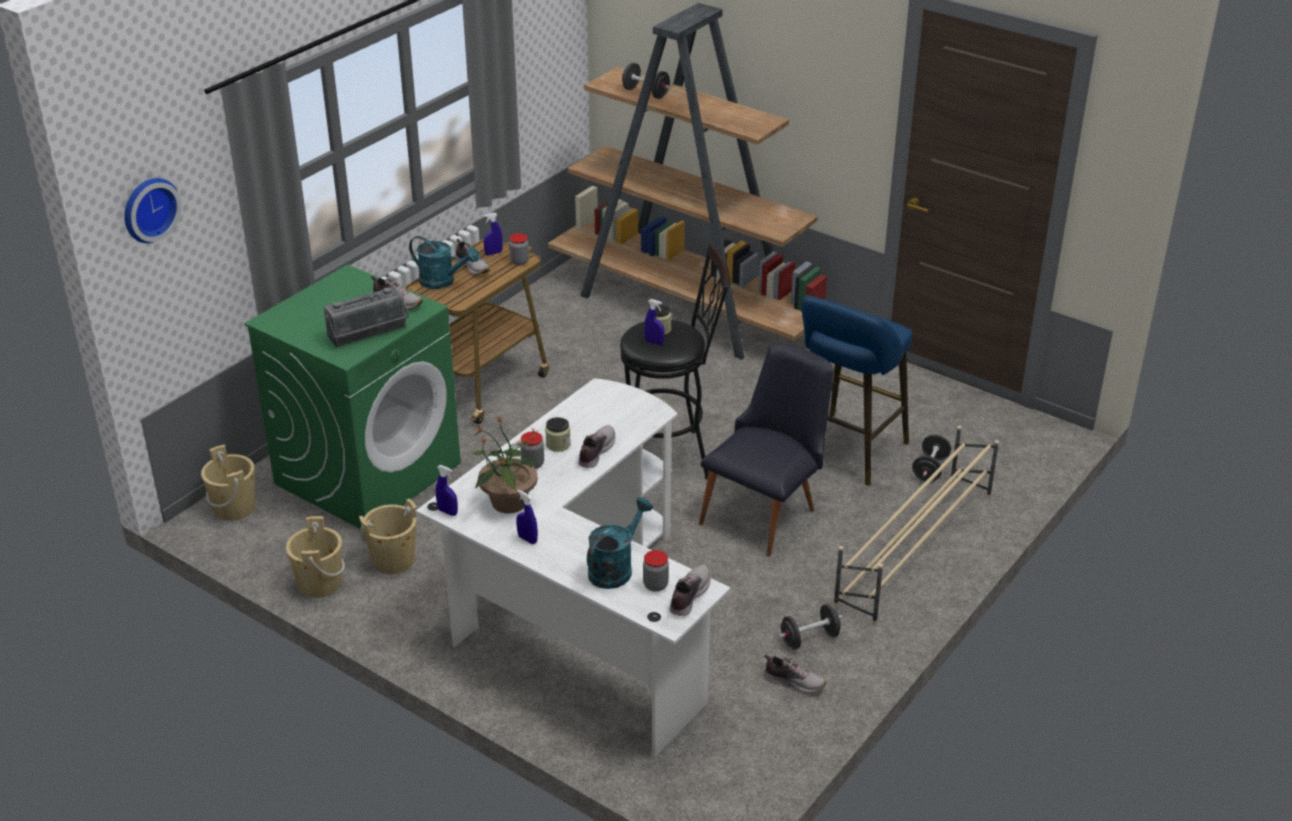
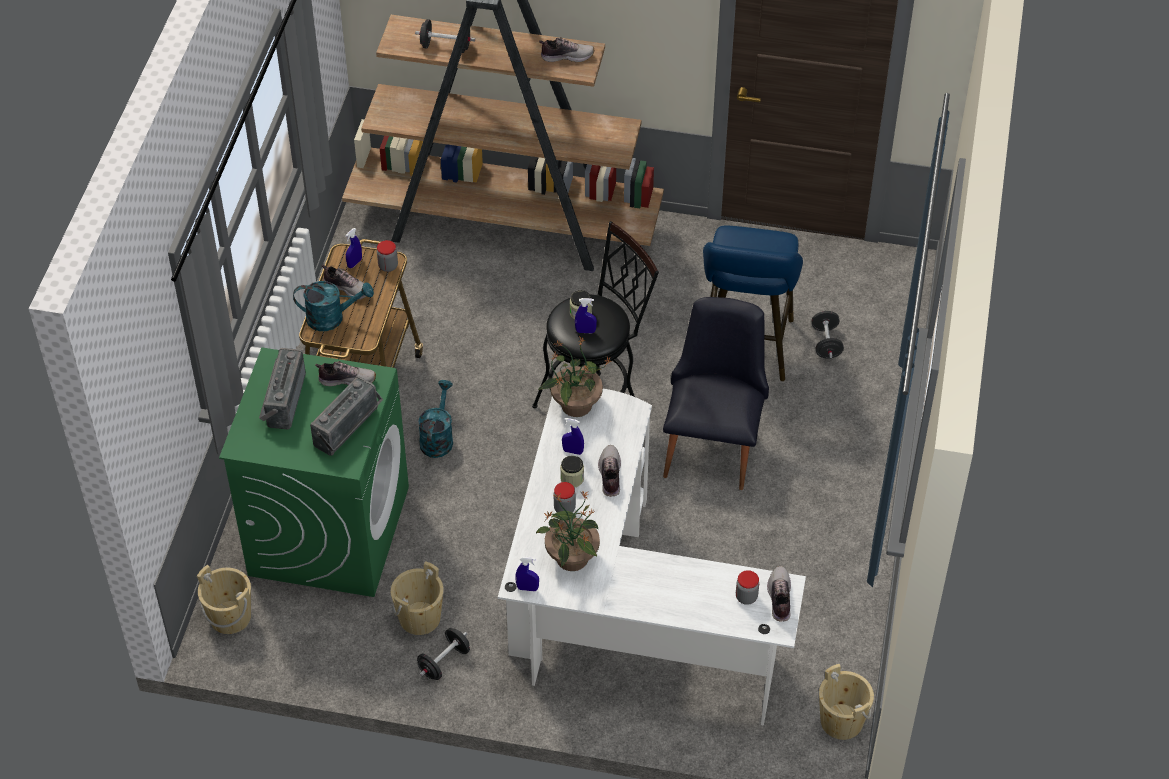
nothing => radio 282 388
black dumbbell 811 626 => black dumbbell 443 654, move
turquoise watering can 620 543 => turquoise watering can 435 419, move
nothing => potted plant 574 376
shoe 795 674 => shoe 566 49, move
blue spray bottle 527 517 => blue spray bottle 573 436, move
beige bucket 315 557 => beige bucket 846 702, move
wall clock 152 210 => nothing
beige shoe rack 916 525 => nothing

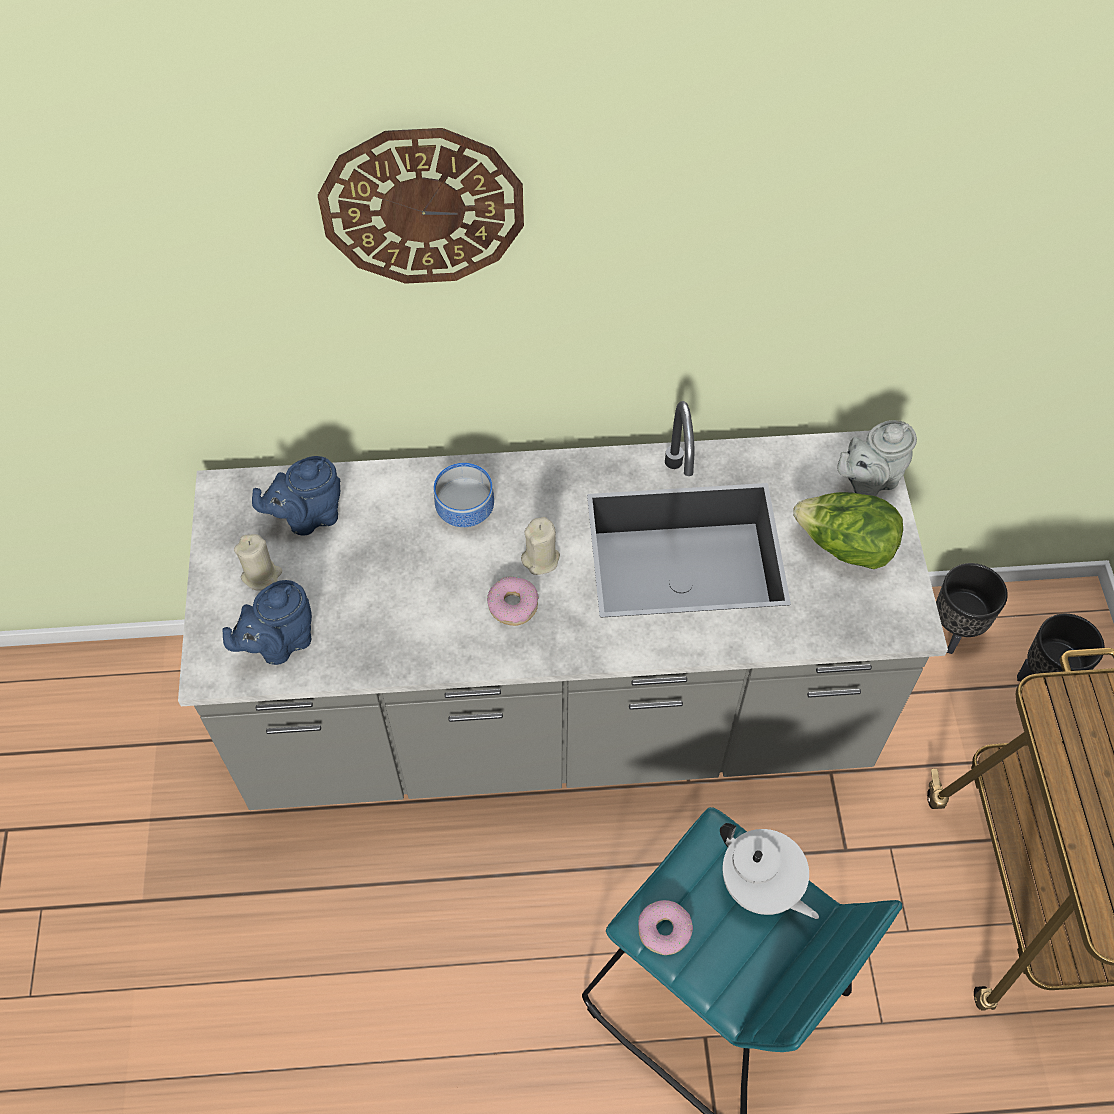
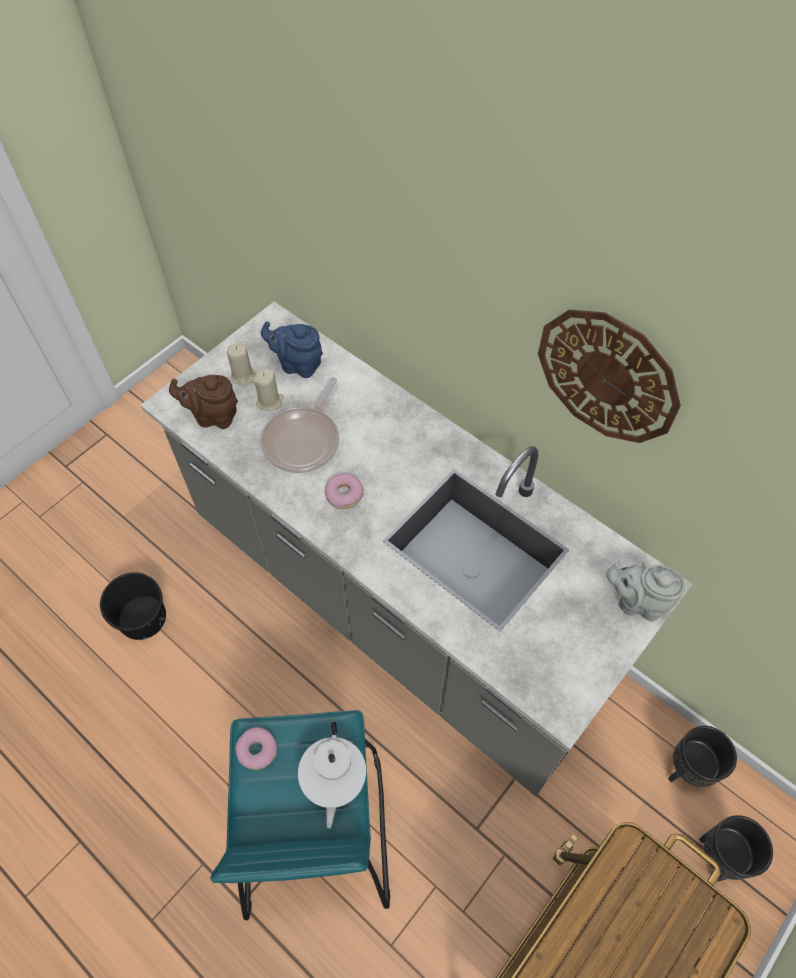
nothing => black bucket 133 606
blue teapot 267 622 => brown teapot 203 402
beige candle 540 546 => beige candle 268 390, move
nothing => frying pan 300 425
wall clock 421 206 => wall clock 609 376, move
bowl 464 495 => nothing
lettuce 848 530 => nothing

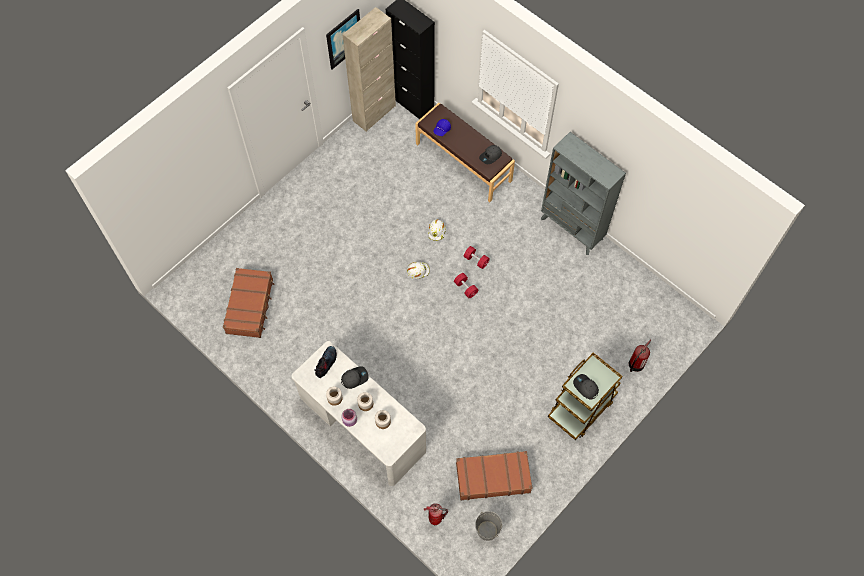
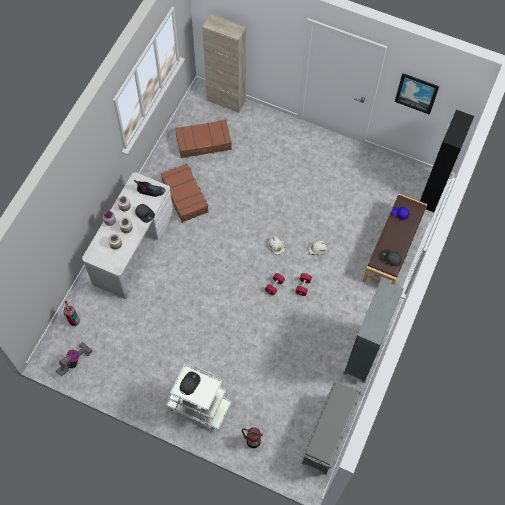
grey bucket 488 526 => vacuum cleaner 74 359
brown suitcase 494 475 => brown suitcase 185 193, move
brown cart 585 396 => white cart 199 397
beige cabinet 369 69 => beige cabinet 224 63, move
nothing => grey shoe rack 332 427

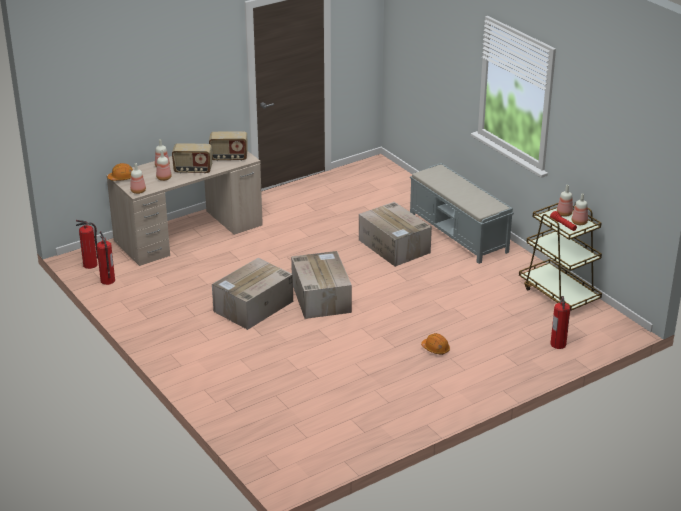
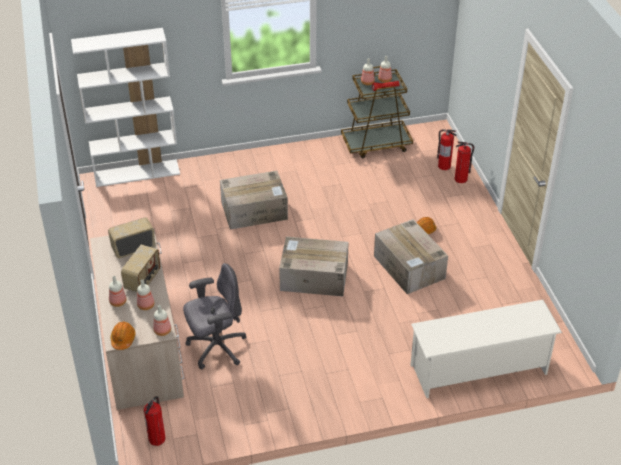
nothing => white bookcase 125 107
radio 228 146 => radio 131 238, 135 degrees counterclockwise
nothing => grey office chair 214 316
cardboard box 252 294 => cardboard box 411 256, move
nothing => white shoe rack 486 349
fire extinguisher 106 258 => fire extinguisher 464 162, move
grey bench 462 213 => nothing

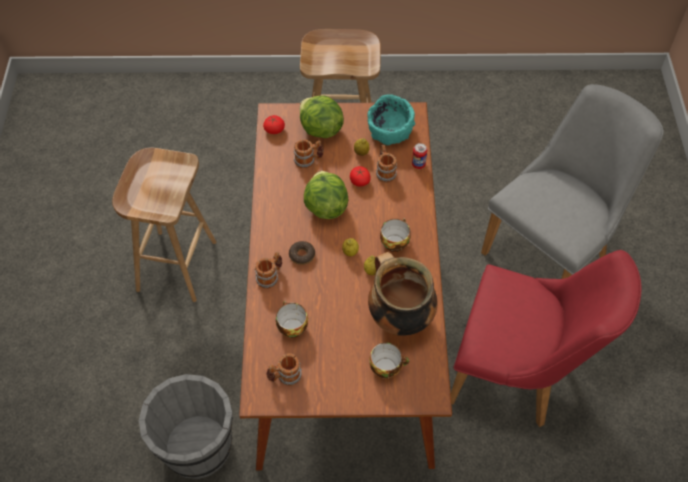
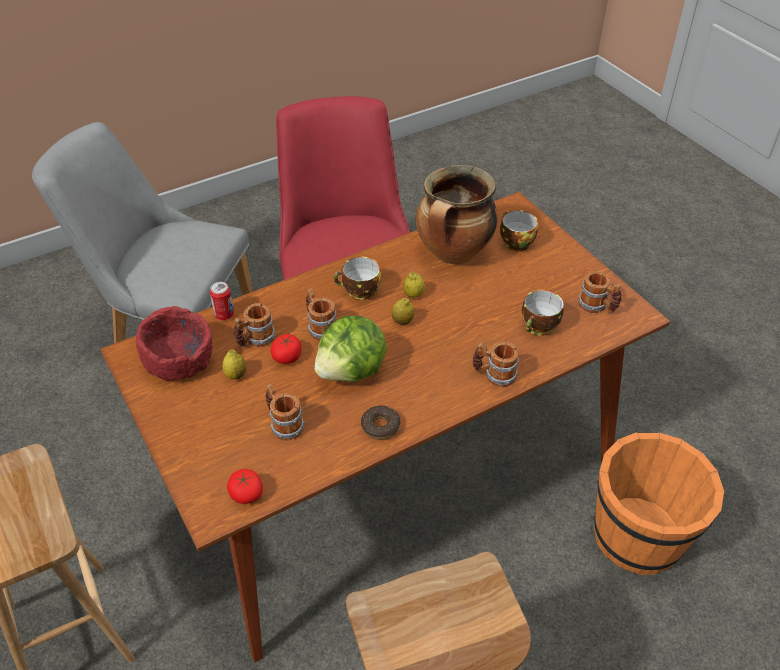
turquoise bowl 391 119 => red bowl 174 343
nothing => mug 321 314
donut 302 253 => donut 380 423, move
grey bucket 185 426 => orange bucket 659 503
lettuce 322 116 => nothing

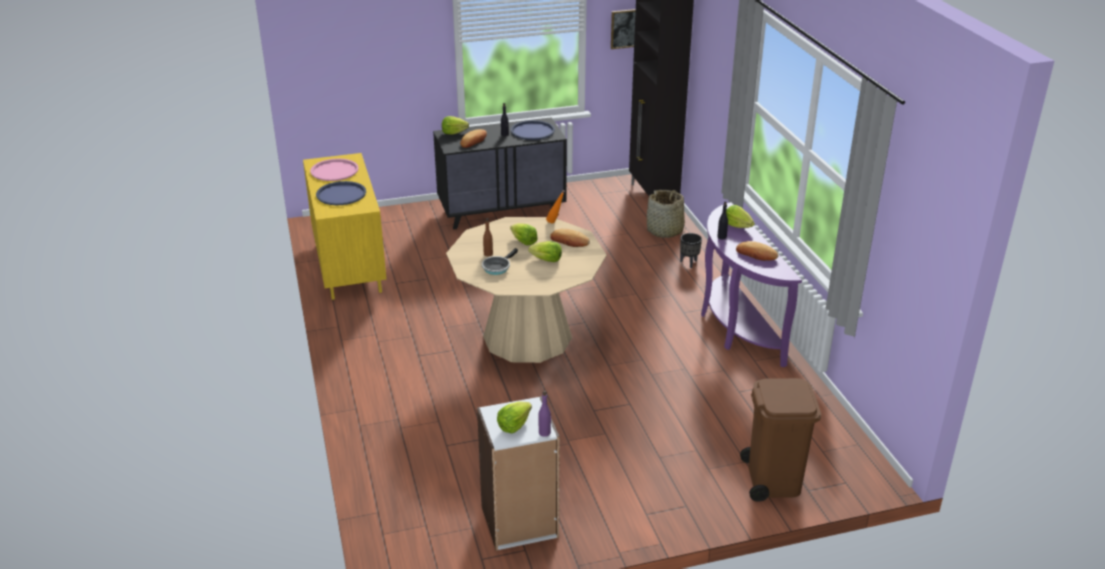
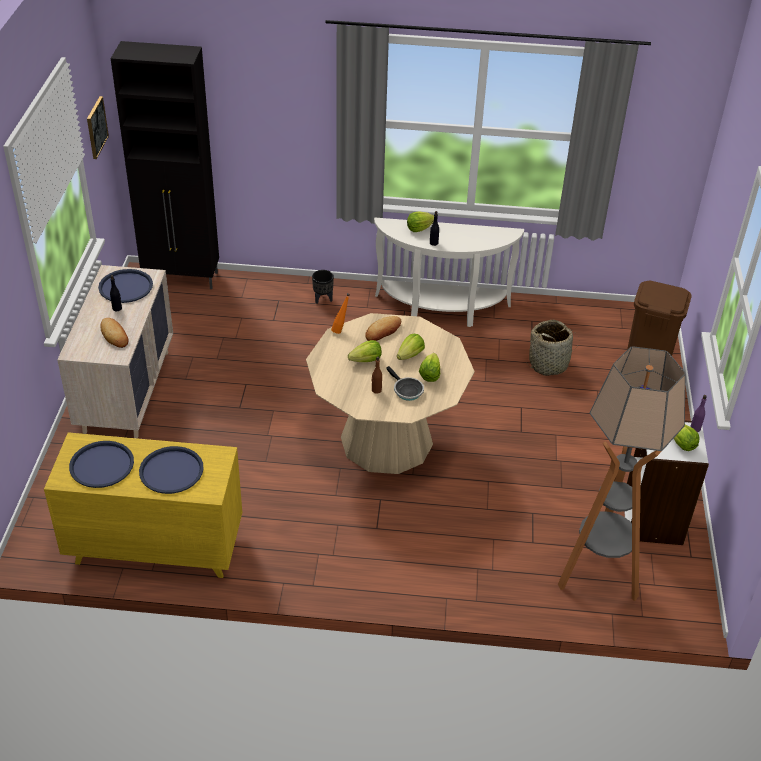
black dresser 500 173 => beige dresser 115 351
pink tray 334 170 => blue tray 101 464
purple console table 751 284 => white console table 449 272
lettuce 455 125 => lettuce 429 367, move
basket 666 214 => basket 552 348, move
nothing => floor lamp 622 473
bread 757 251 => nothing

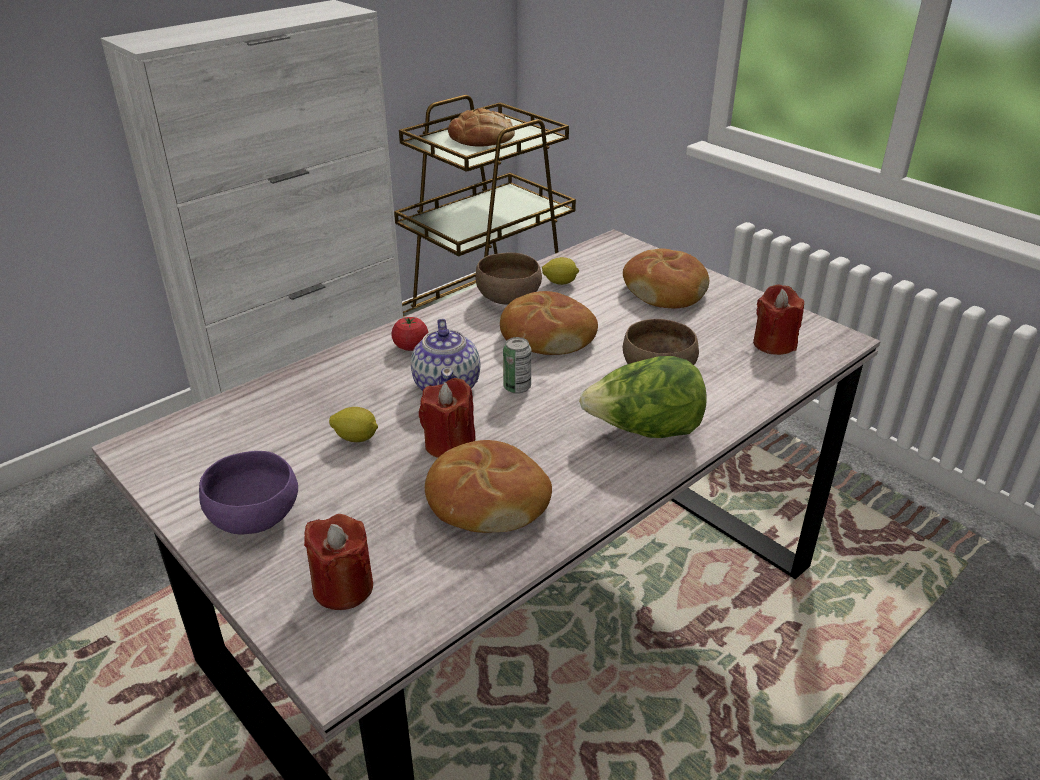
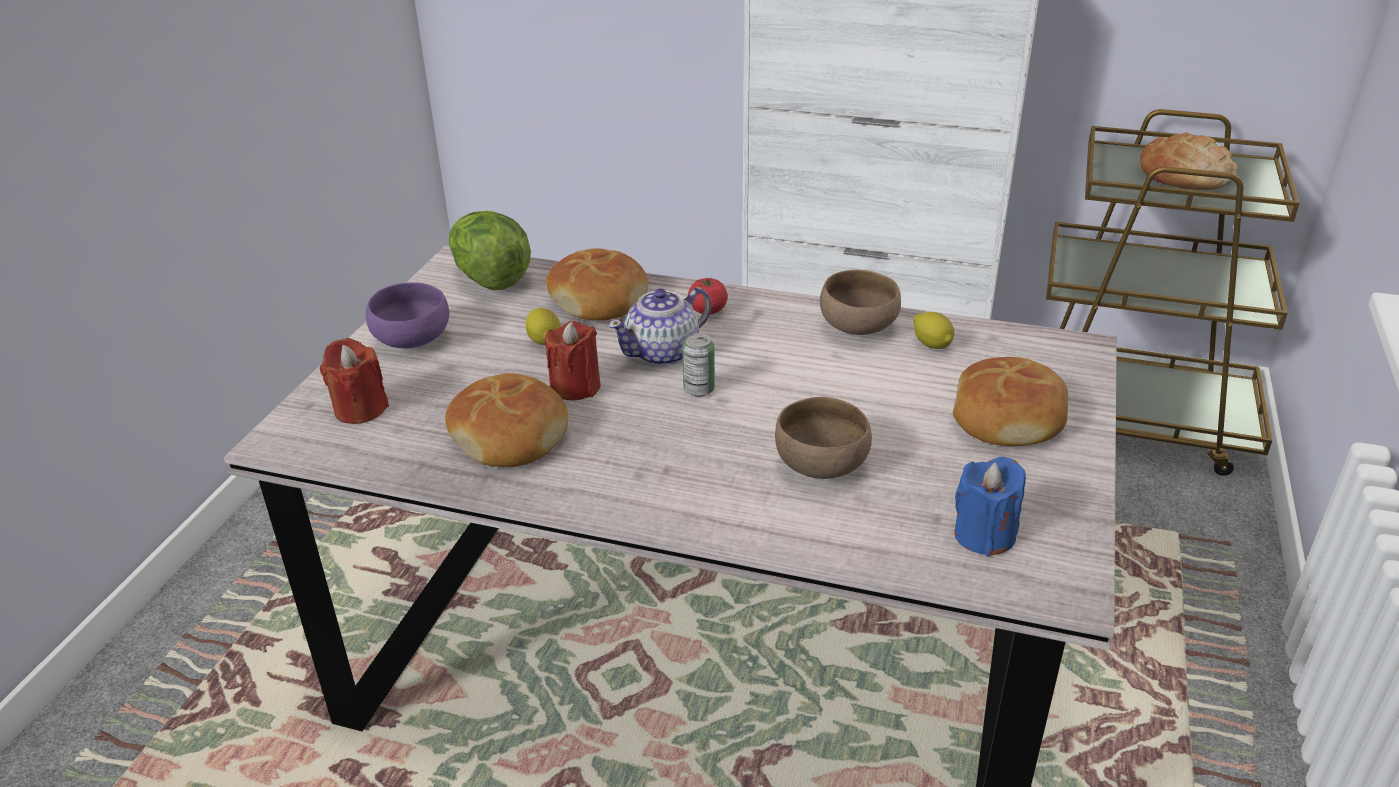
lettuce 643 397 => lettuce 490 250, move
bread 549 323 => bread 597 284, move
red candle 778 319 => blue candle 990 507

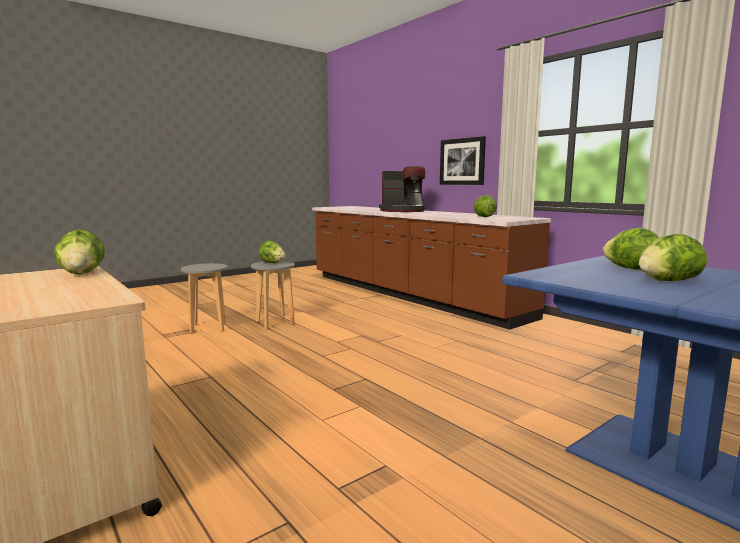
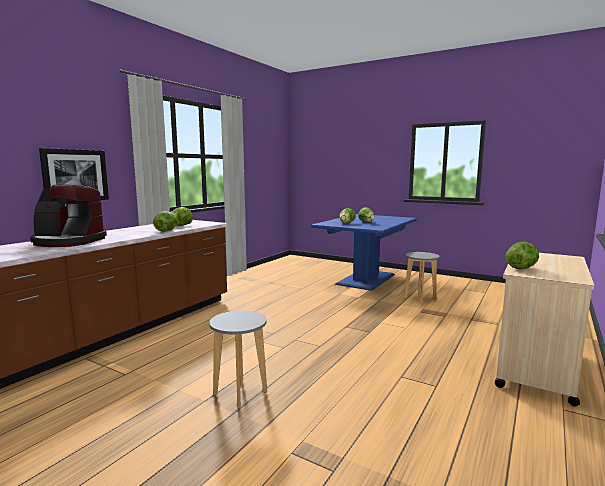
coffee machine 402 189 => coffee machine 68 215, 120 degrees clockwise
lettuce 272 252 => lettuce 165 221, move
grey stool 204 298 => grey stool 422 278, move

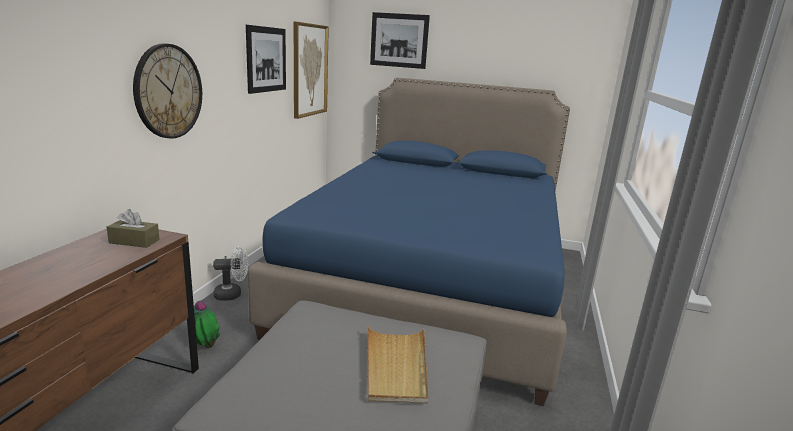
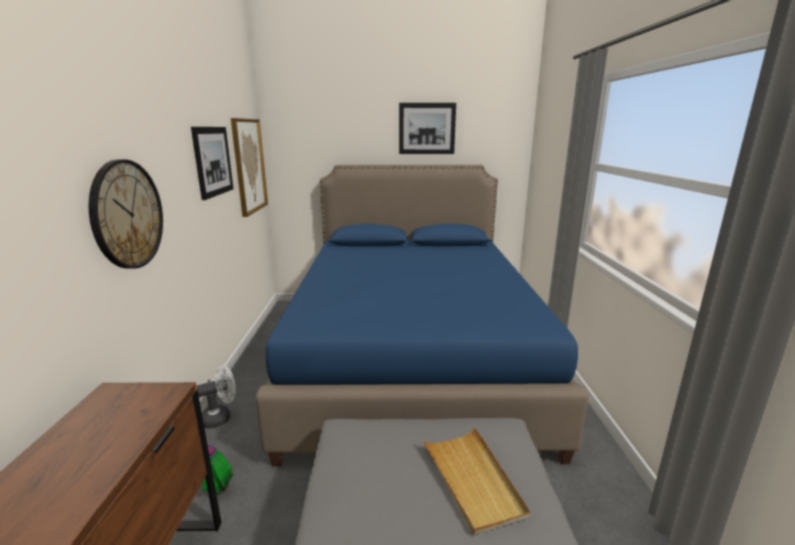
picture 400 40 => picture 427 128, move
brown tissue box 133 228 => nothing

